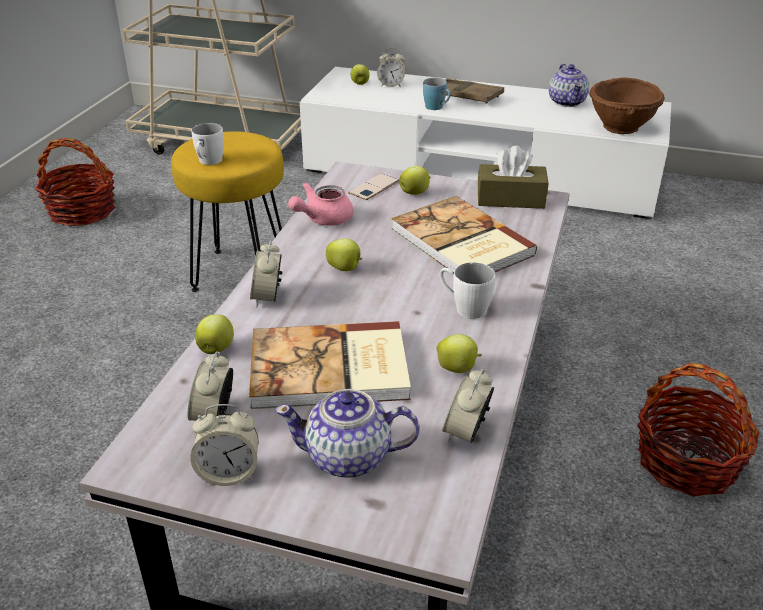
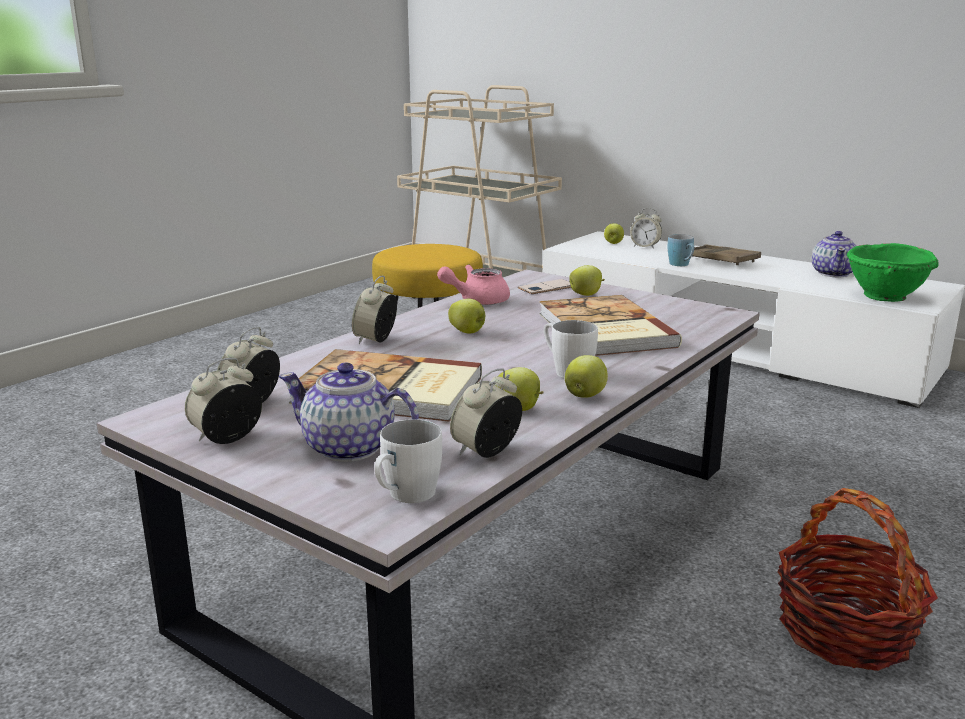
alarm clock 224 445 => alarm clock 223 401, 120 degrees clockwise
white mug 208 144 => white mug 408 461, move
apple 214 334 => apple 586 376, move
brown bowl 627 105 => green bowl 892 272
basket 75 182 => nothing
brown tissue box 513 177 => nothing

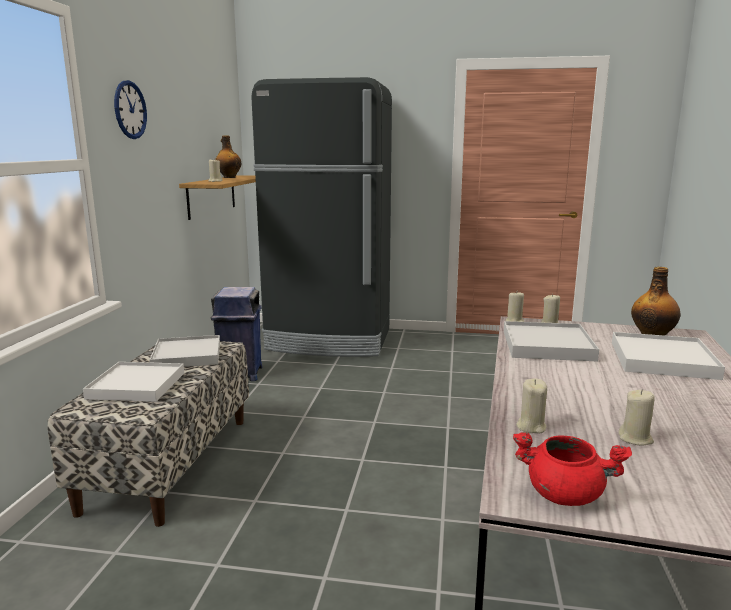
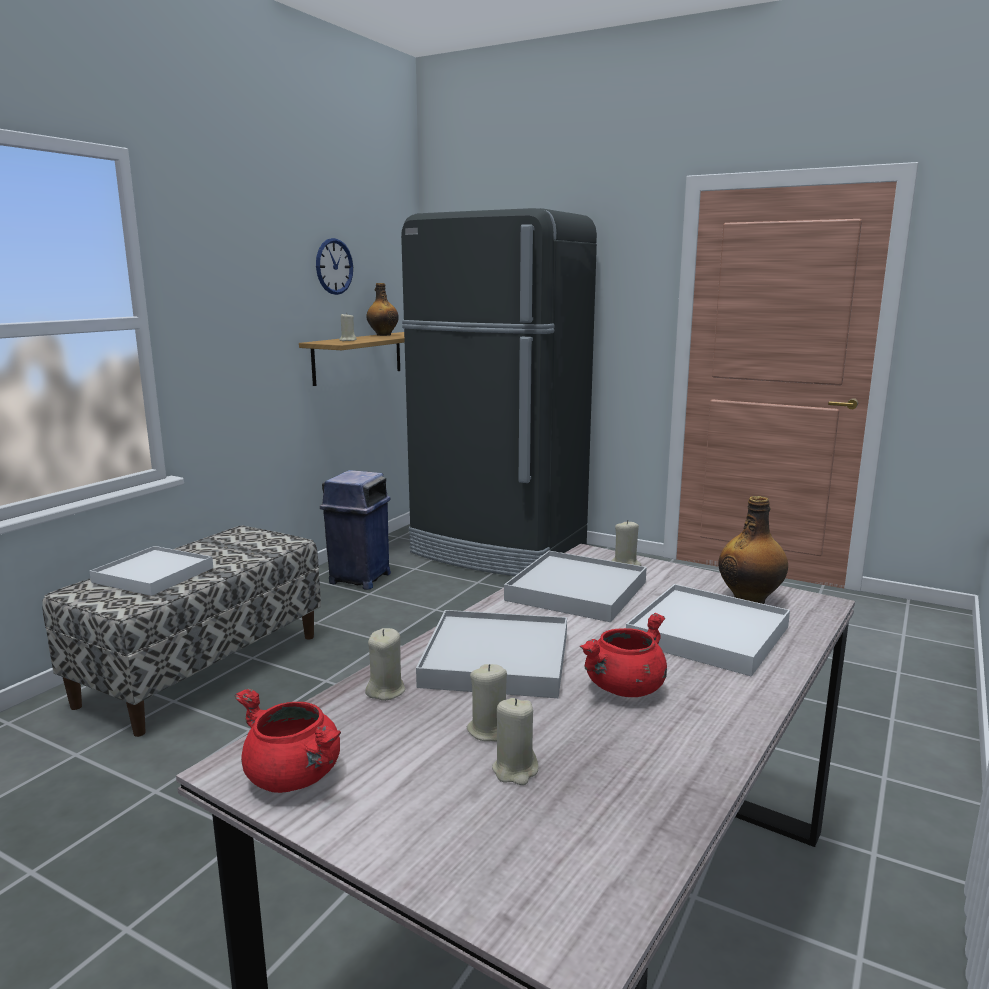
wall clock 130 109 => wall clock 334 266, move
white tray 185 351 => white tray 491 654, move
beige candle 515 307 => beige candle 515 741, move
nothing => red cooking pot 623 655

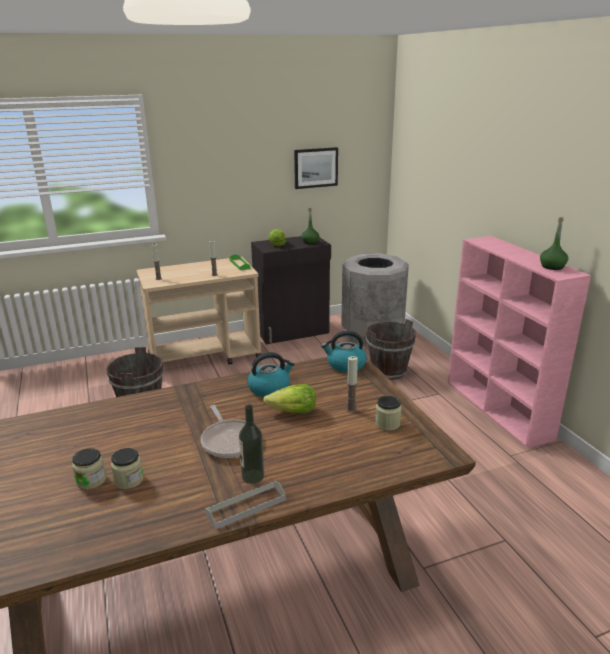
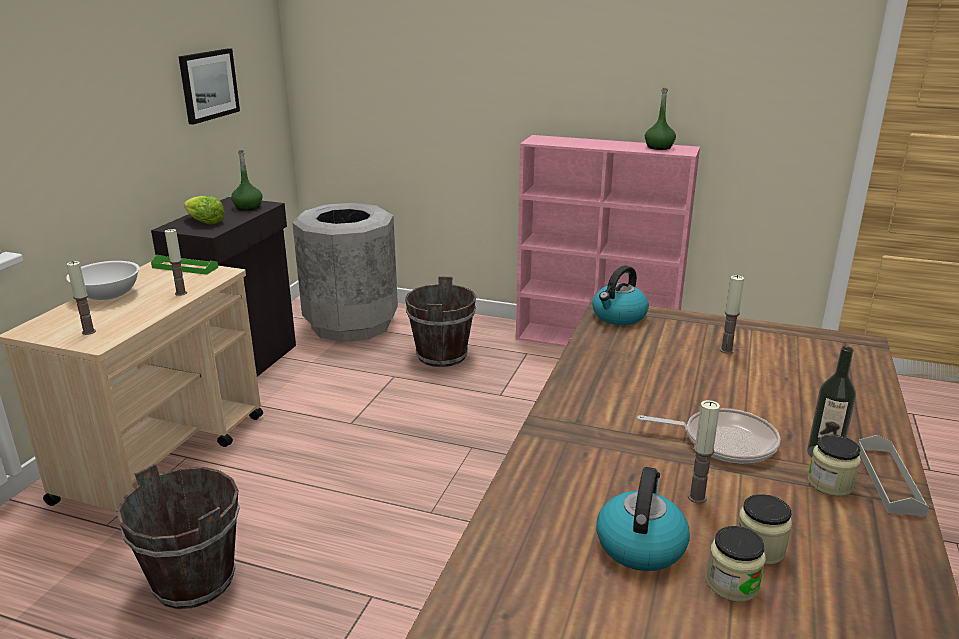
nothing => white bowl 103 280
kettle 270 374 => kettle 643 519, move
nothing => candle 704 451
jar 388 413 => jar 834 465, move
lettuce 289 398 => nothing

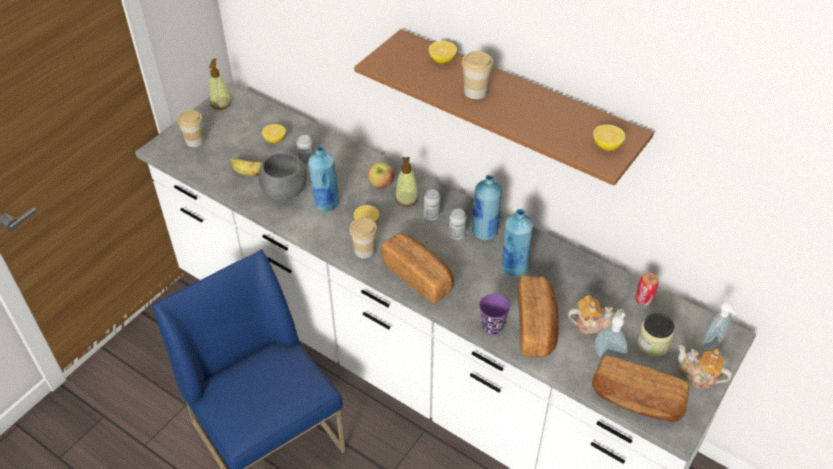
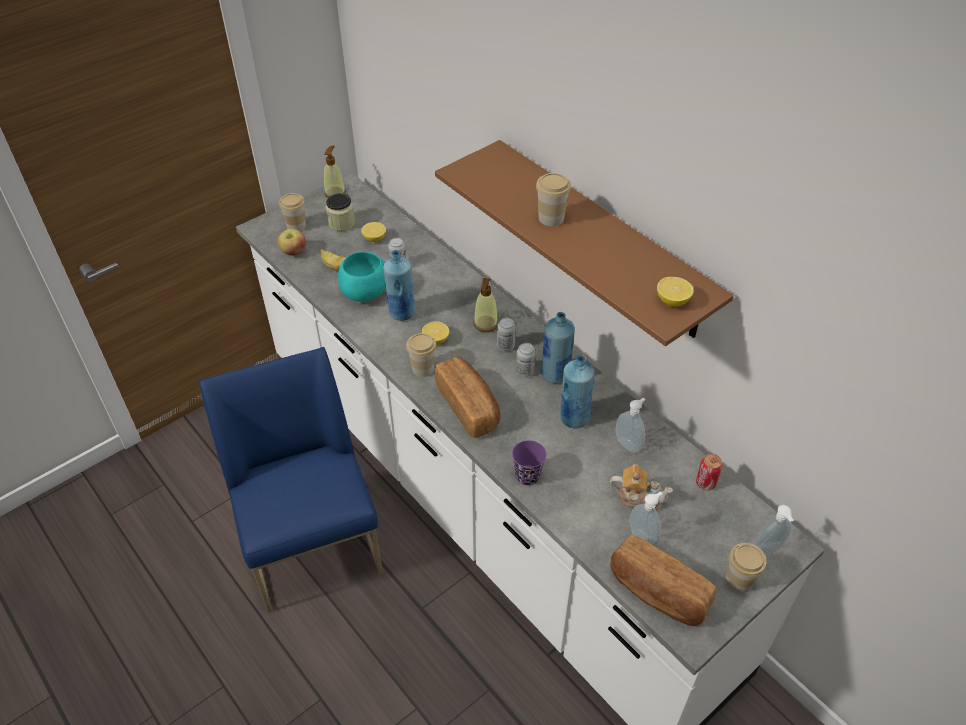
apple 380 175 => apple 292 242, move
jar 655 335 => jar 340 212, move
grey bowl 283 177 => turquoise bowl 362 277
nothing => soap dispenser 630 425
teapot 705 366 => cup 745 568
lemon 443 52 => nothing
bread 538 316 => nothing

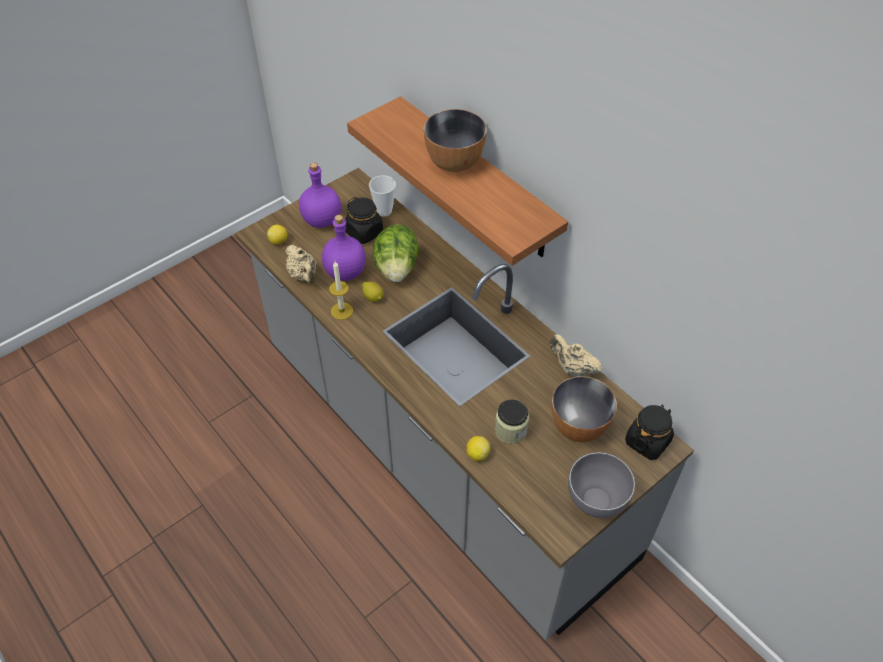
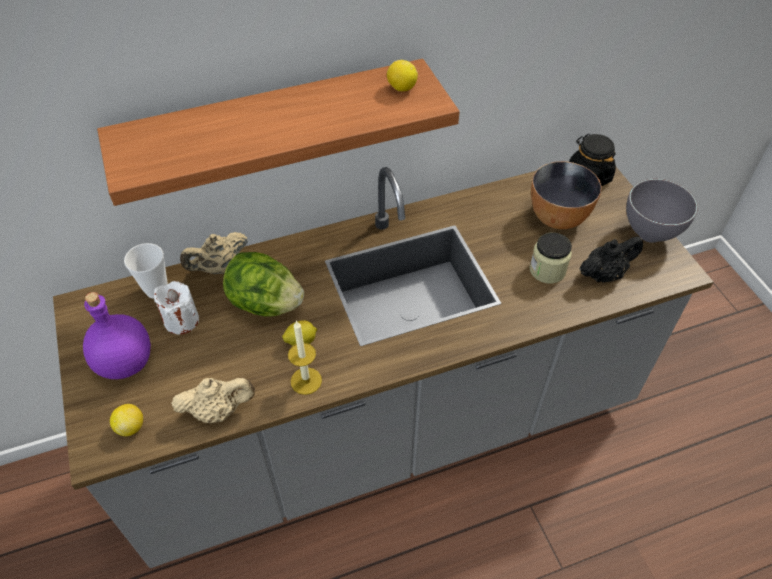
black jar 364 220 => white candle 176 307
beige teapot 576 355 => beige teapot 214 253, move
lemon 478 448 => lemon 402 75, move
nothing => black teapot 611 259
purple bottle 344 248 => nothing
bowl 455 140 => nothing

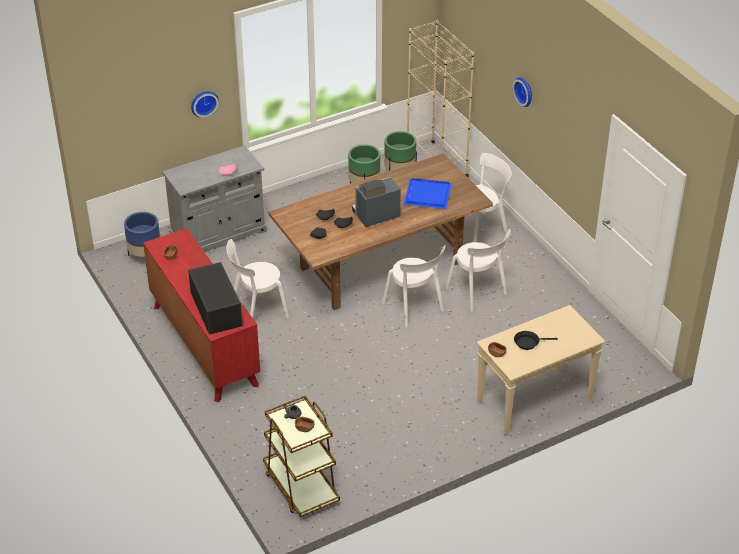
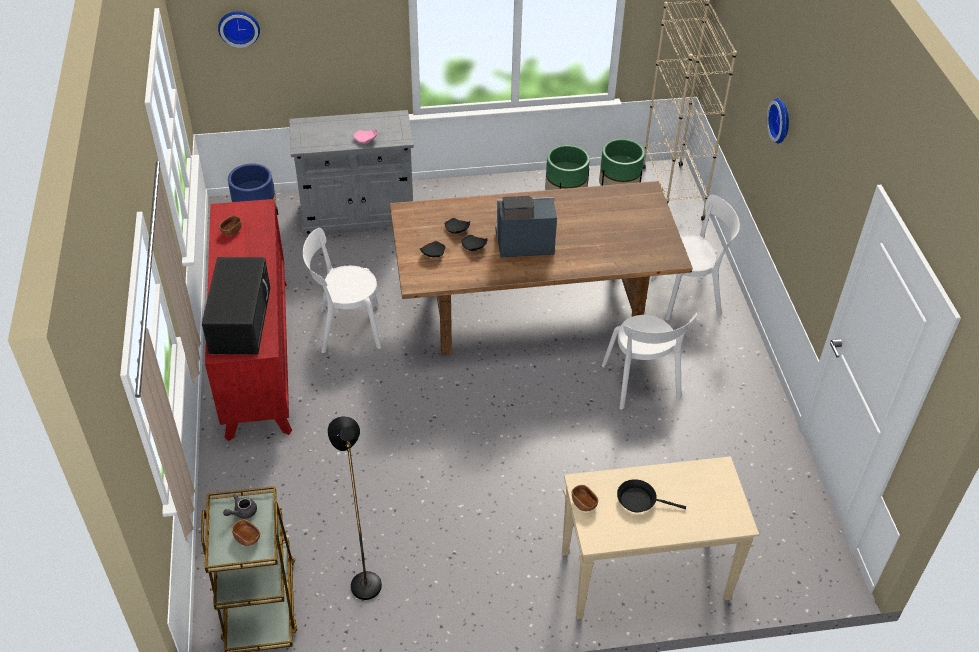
wall clock 205 104 => wall clock 239 29, move
nothing => black floor lamp 355 508
white chair 413 286 => nothing
blue tray 428 193 => nothing

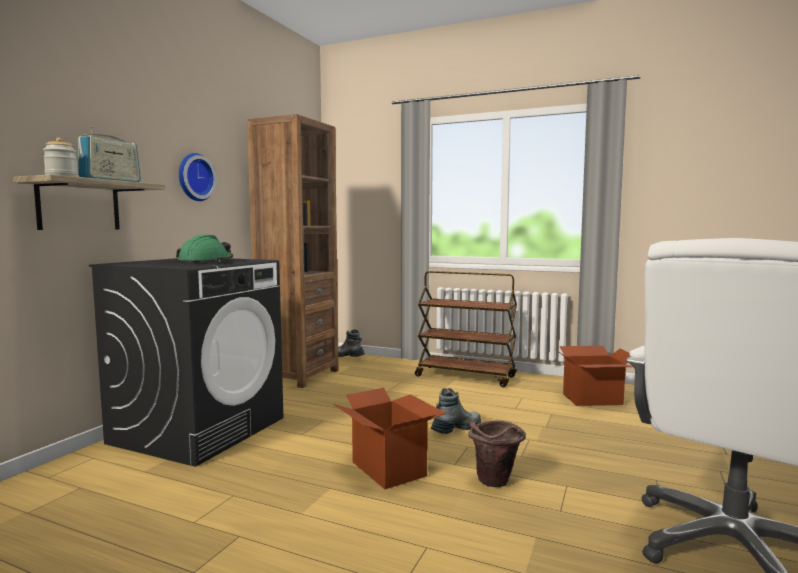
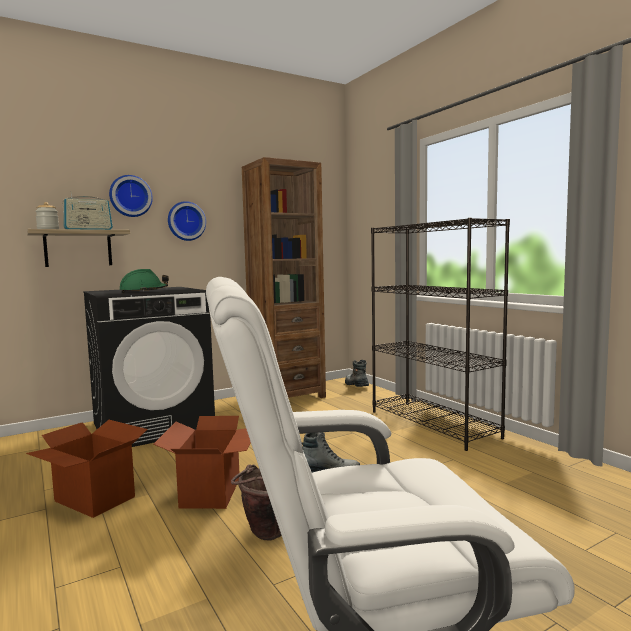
cardboard box 594 376 => cardboard box 87 469, move
nothing => wall clock 131 196
brown cart 466 329 => black bookcase 440 334

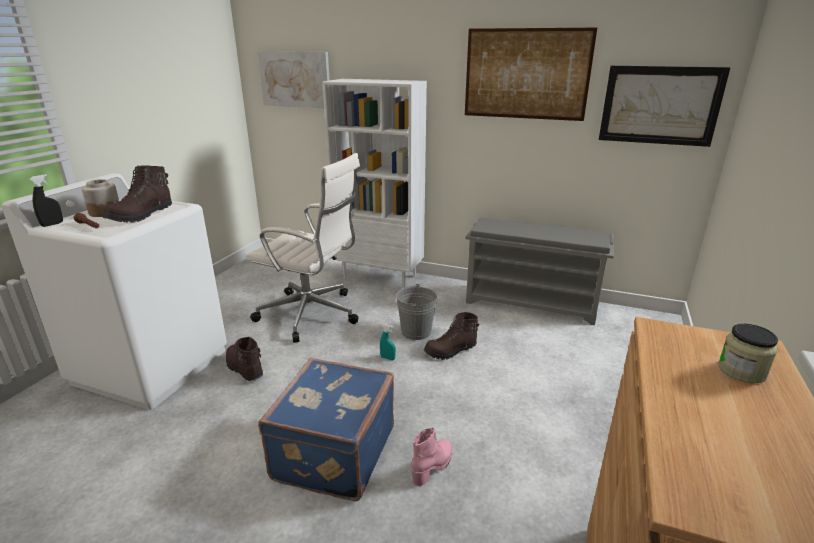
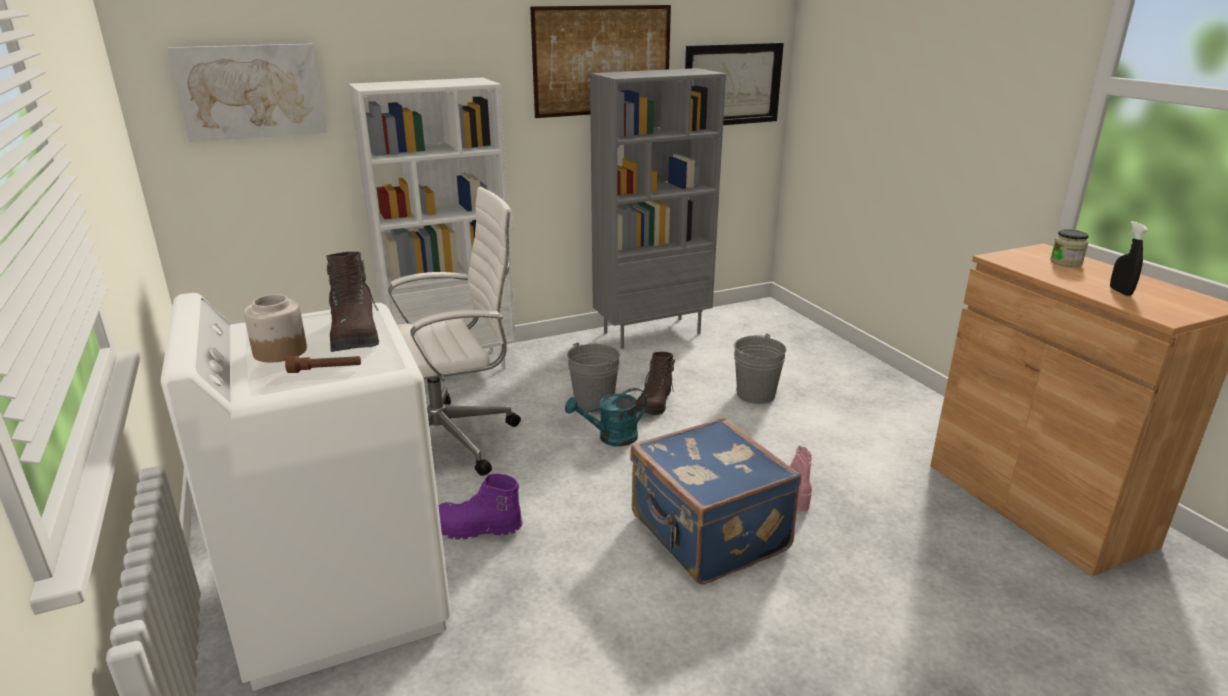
brown boot 244 359 => purple boot 480 507
turquoise spray bottle 388 342 => turquoise watering can 606 417
grey shoe rack 539 271 => grey bookcase 658 208
nothing => grey bucket 760 369
black spray bottle 46 200 => black spray bottle 1129 258, move

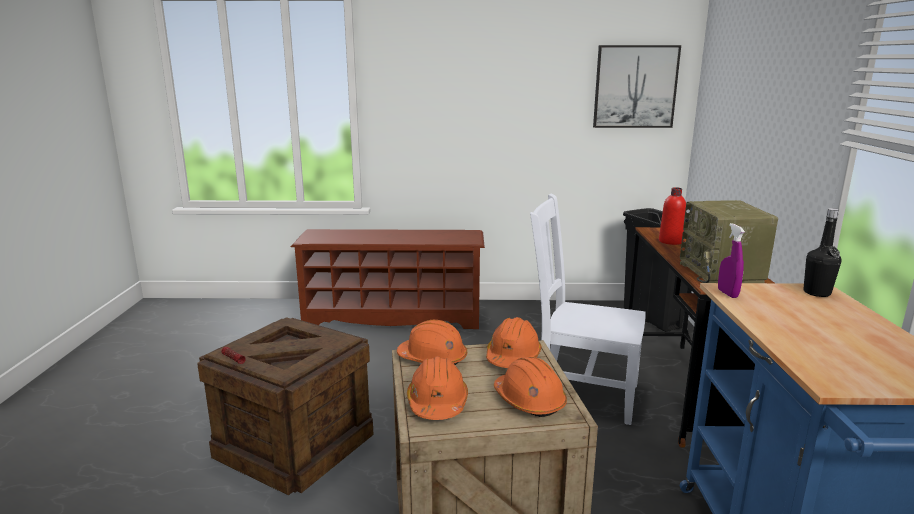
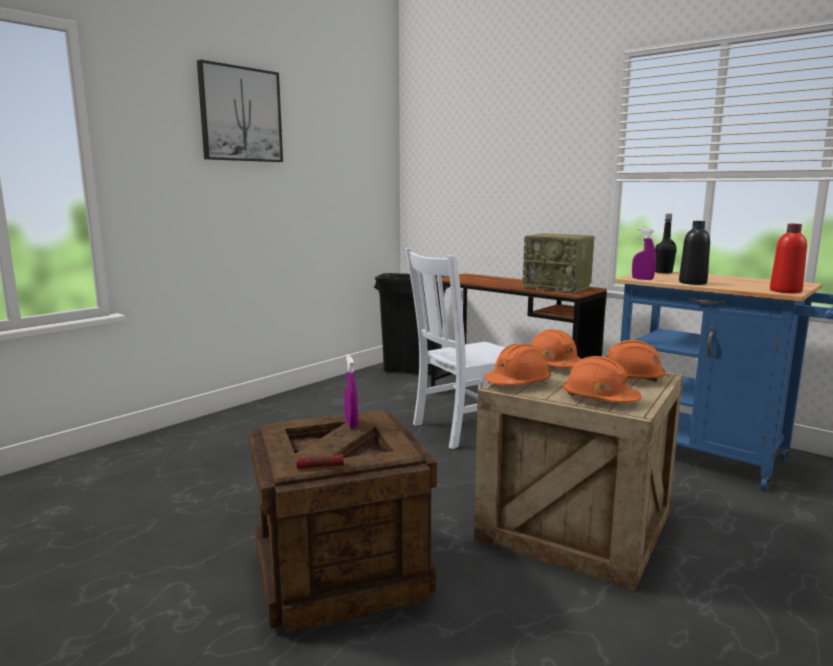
picture 637 86 => picture 240 111, move
nothing => purple spray bottle 351 391
nothing => black bottle 694 253
red bottle 672 216 => red bottle 788 258, move
brown shoe rack 388 279 => nothing

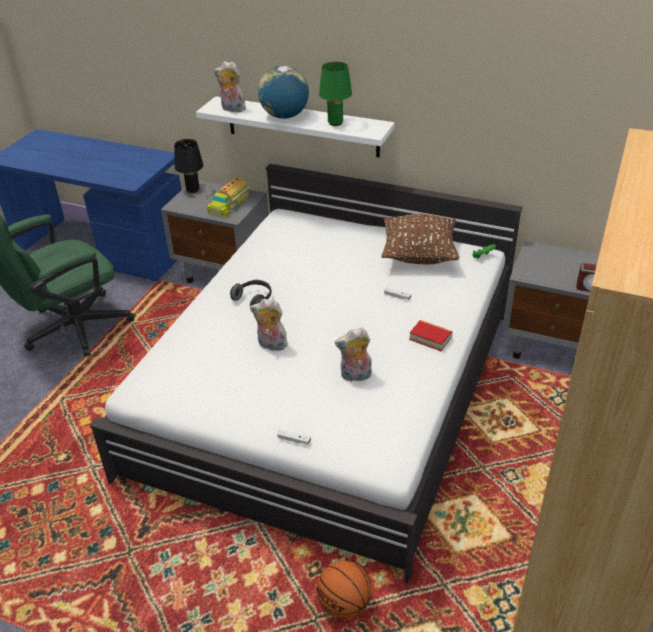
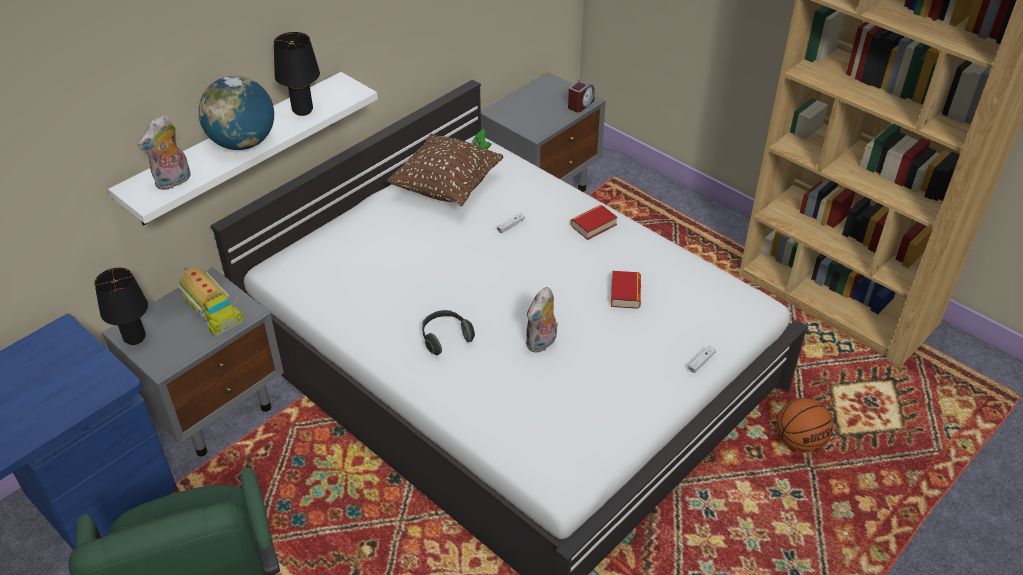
green table lamp 335 94 => black table lamp 297 74
plush toy 353 354 => book 626 290

